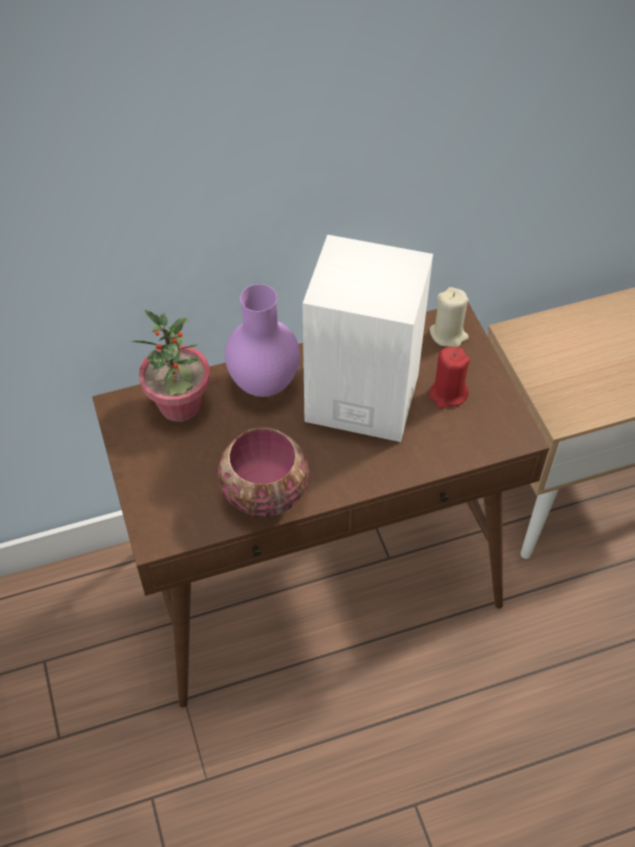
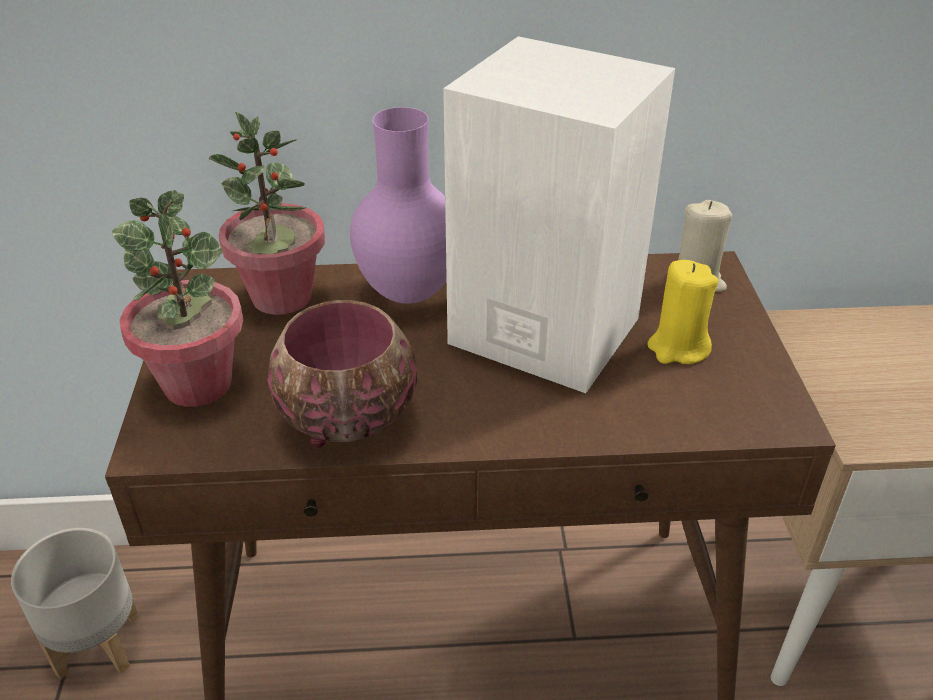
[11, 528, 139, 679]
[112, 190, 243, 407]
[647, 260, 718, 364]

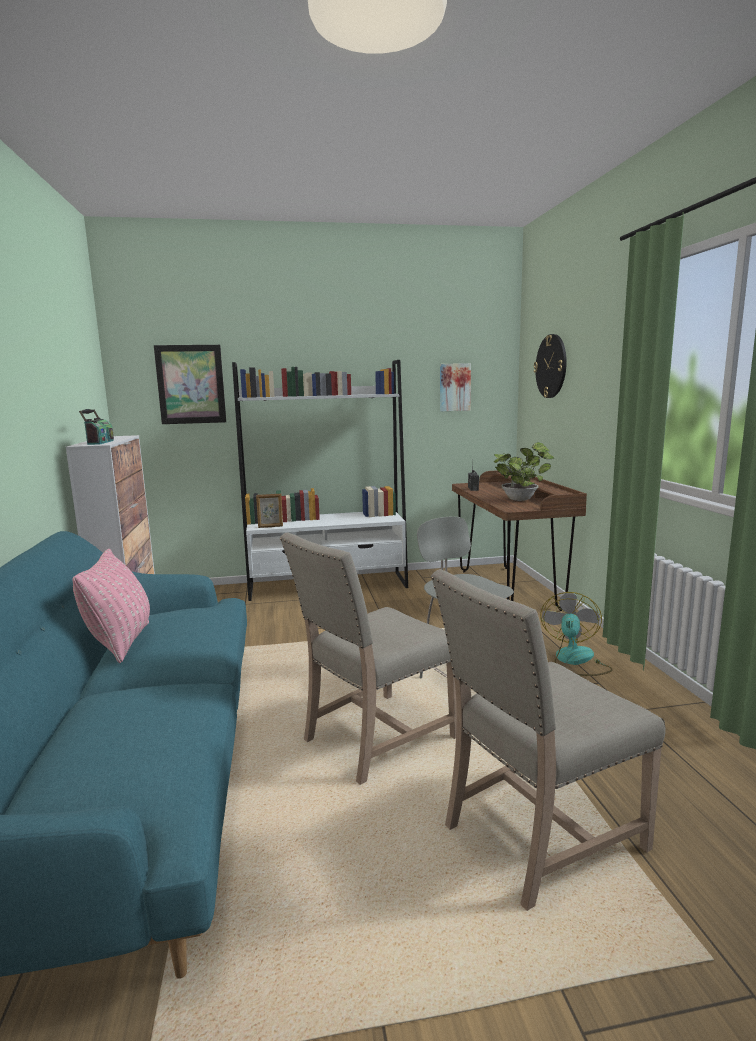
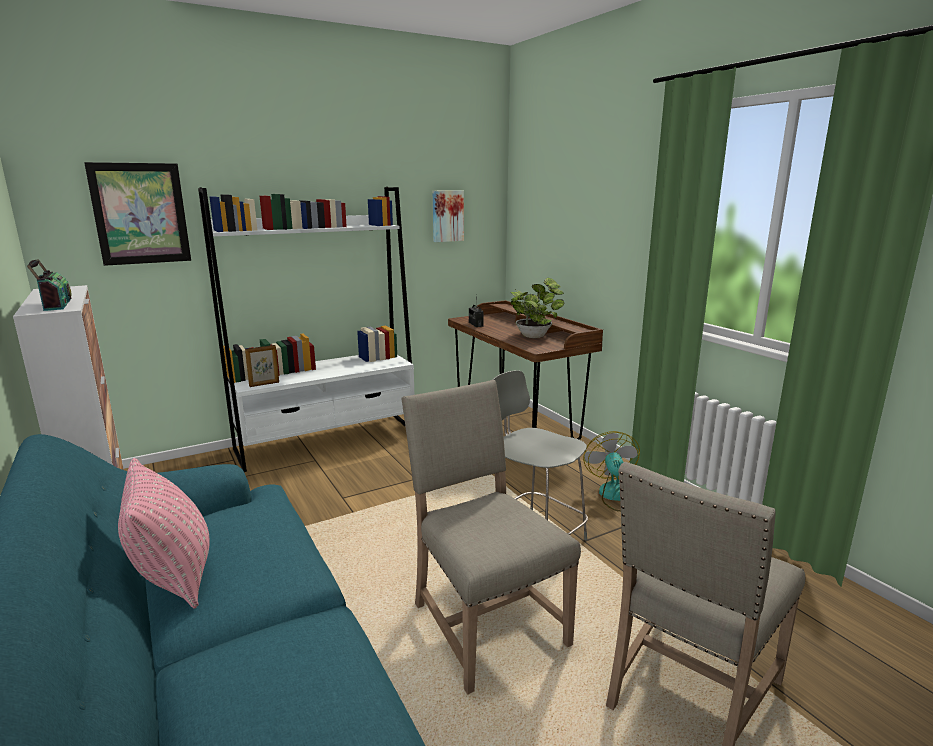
[534, 334, 567, 398] (first image)
[401, 380, 581, 694]

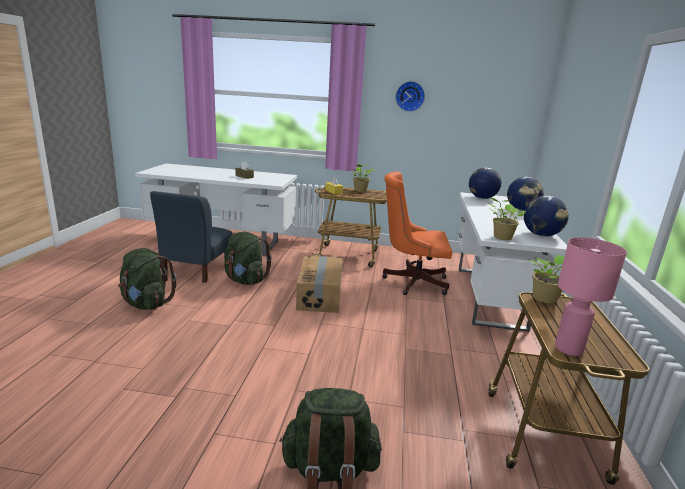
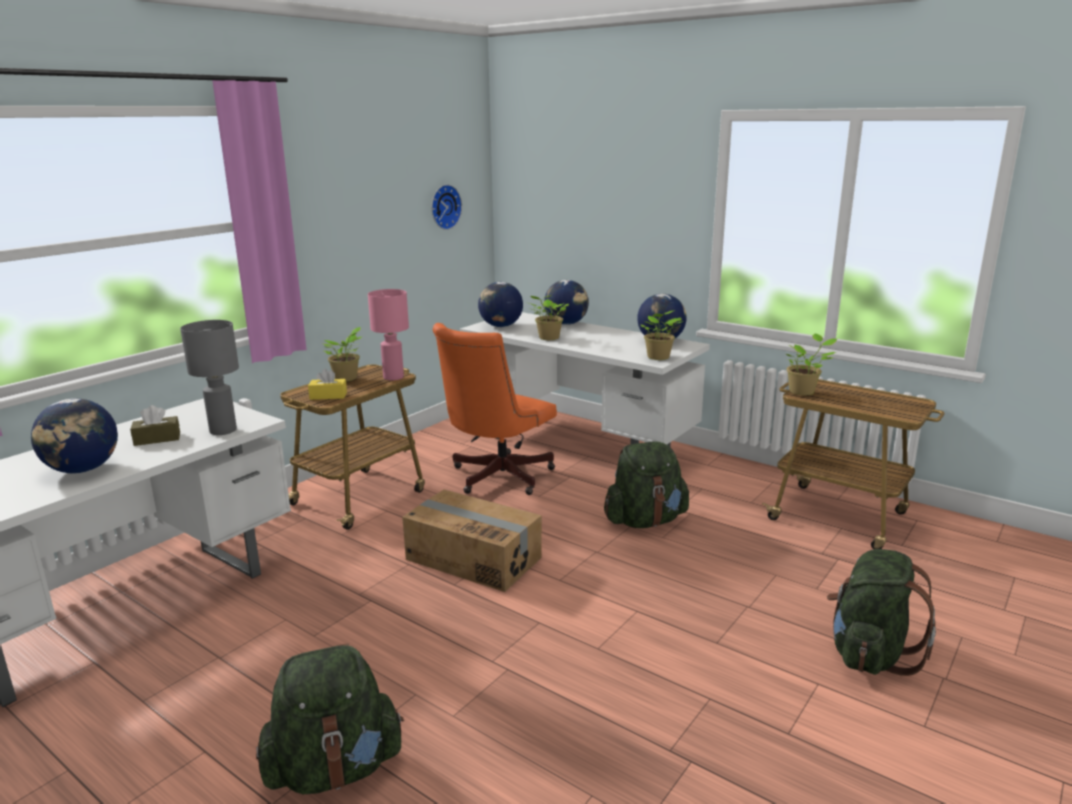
[150, 191, 232, 283] (first image)
[31, 398, 118, 473]
[180, 320, 239, 435]
[529, 295, 569, 340]
[604, 441, 689, 528]
[432, 184, 462, 230]
[368, 289, 409, 380]

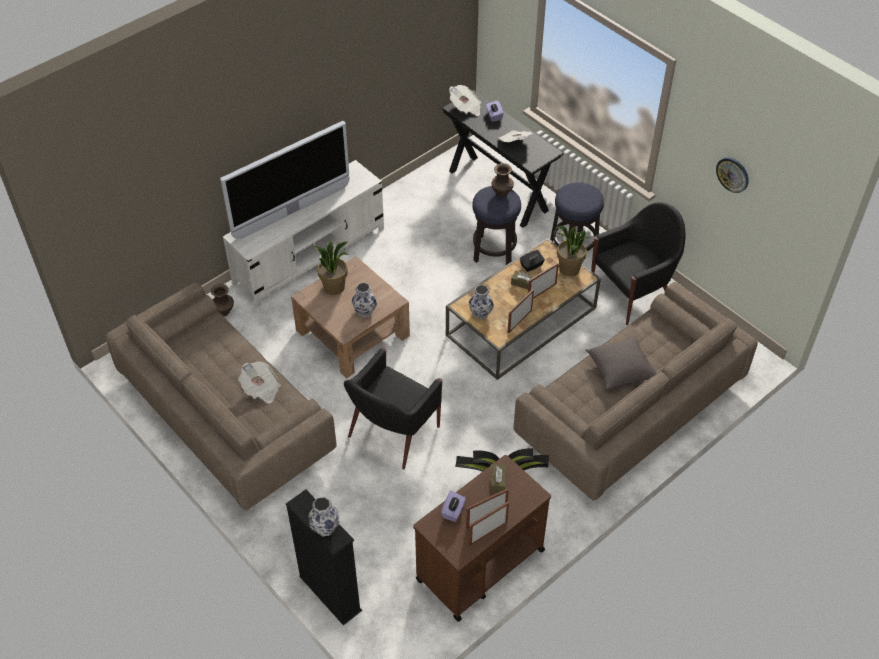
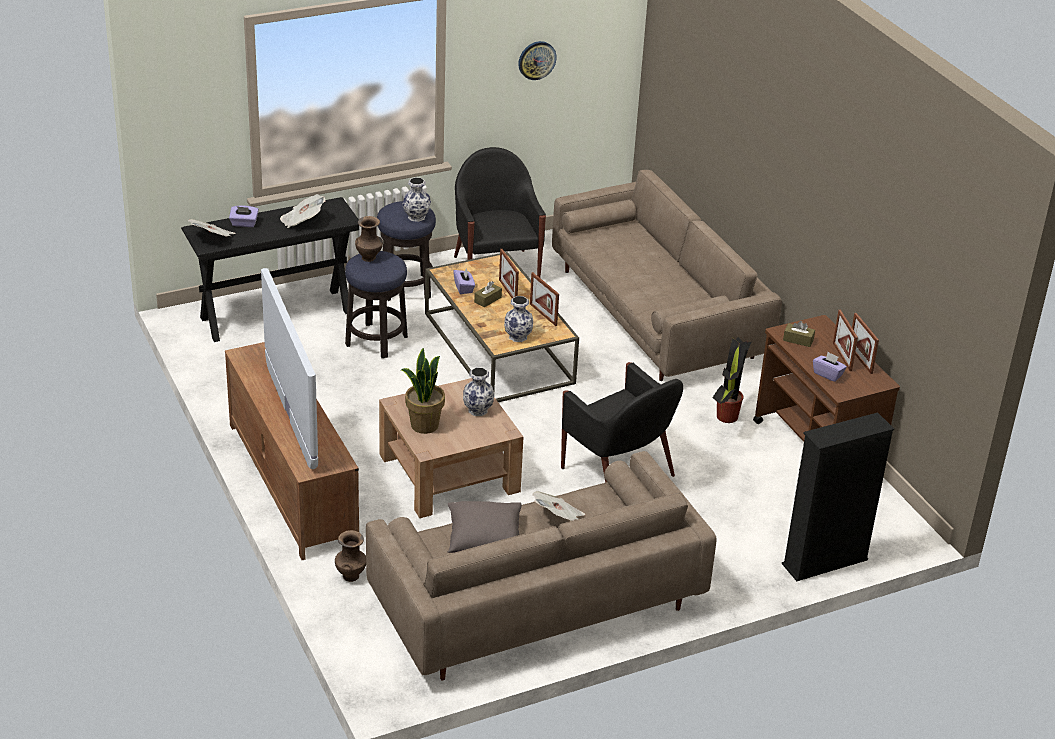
[557, 226, 591, 276] (first image)
[402, 177, 431, 222]
[448, 501, 522, 553]
[225, 342, 359, 560]
[453, 267, 475, 294]

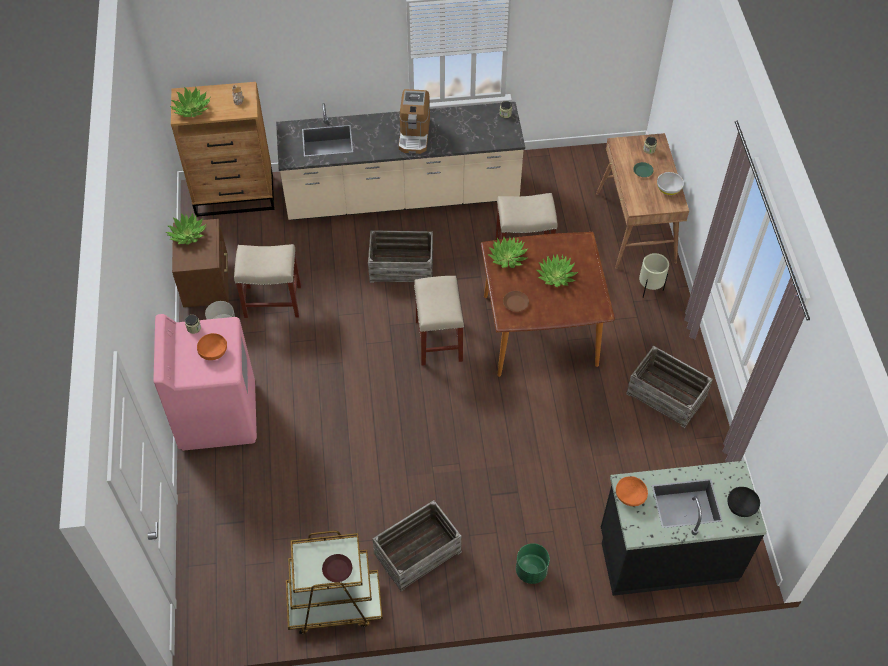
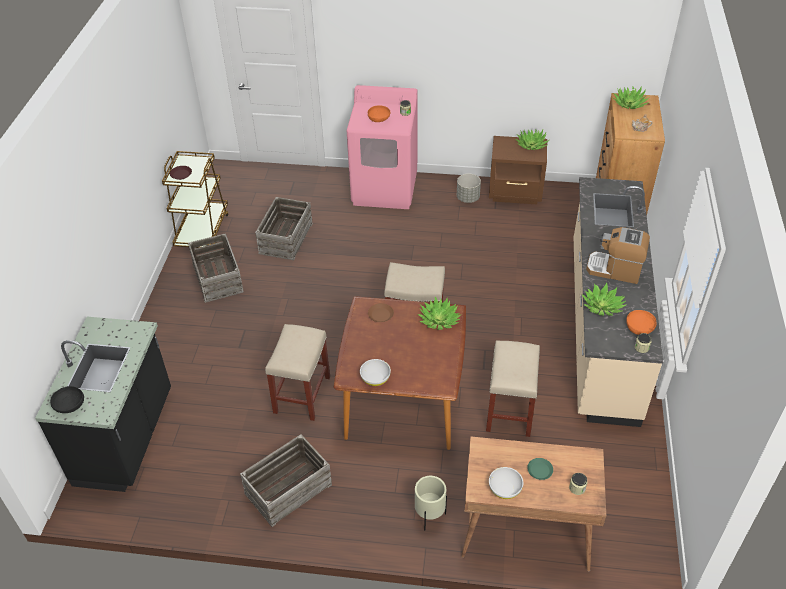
[516, 543, 550, 584] (first image)
[360, 359, 391, 386]
[265, 324, 330, 421]
[255, 197, 313, 260]
[583, 282, 627, 316]
[626, 310, 657, 335]

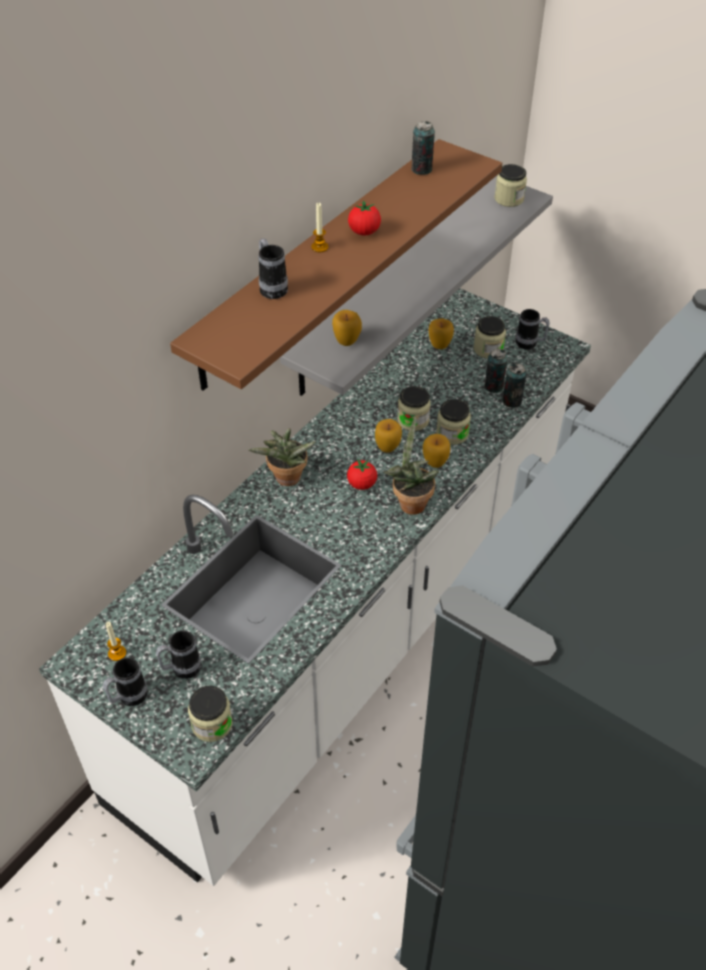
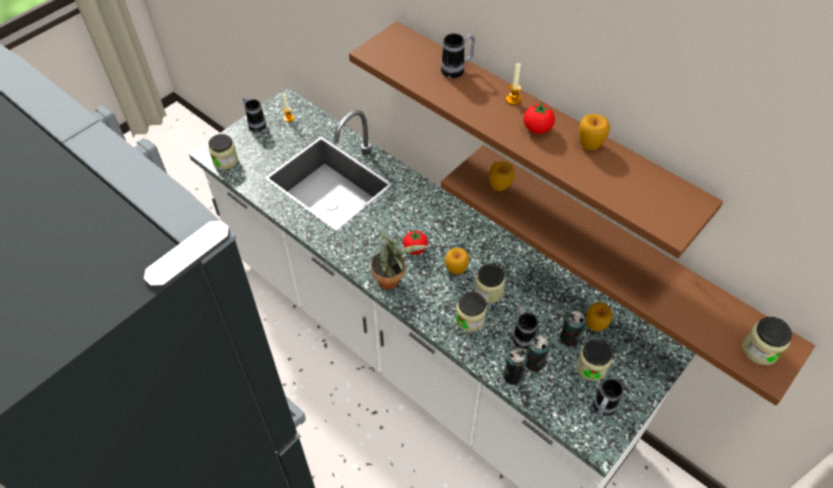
[248, 428, 316, 486] (first image)
[513, 305, 538, 349]
[560, 310, 585, 347]
[579, 114, 610, 150]
[441, 145, 815, 406]

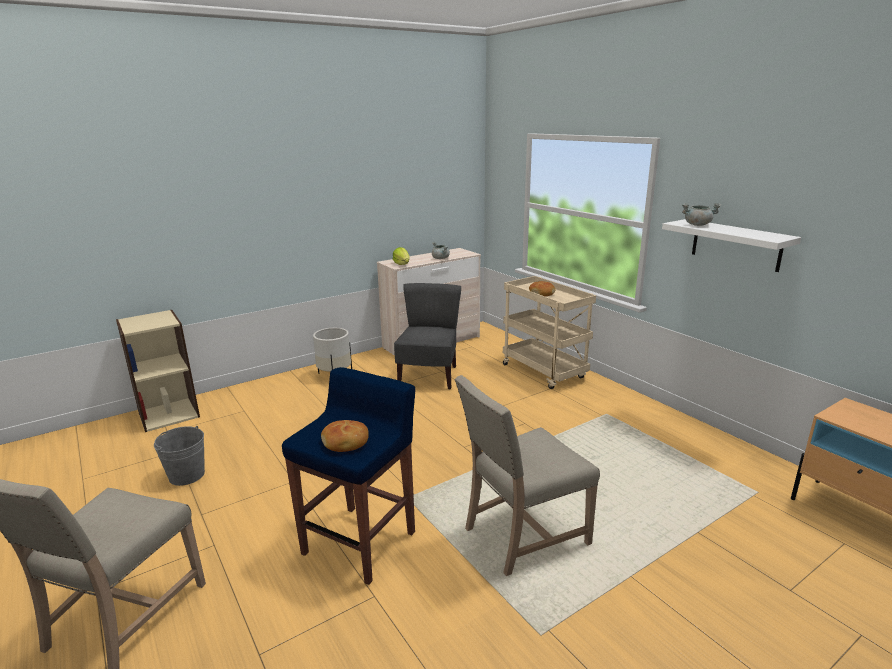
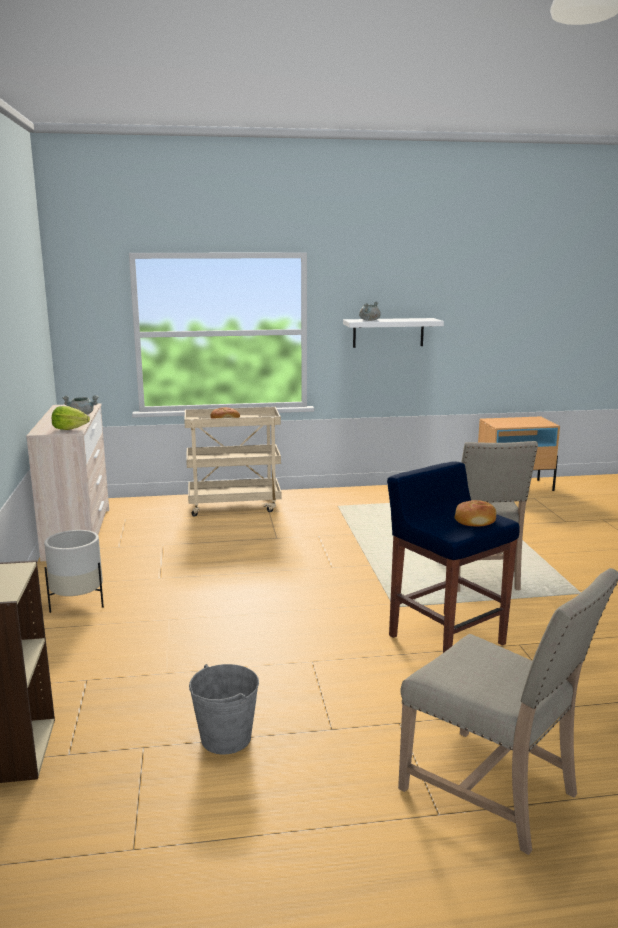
[394, 283, 461, 390] (first image)

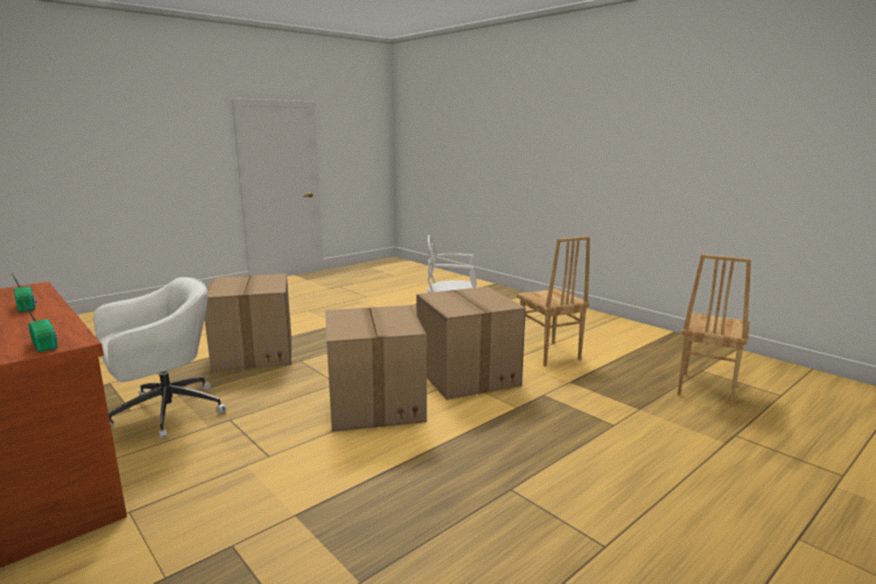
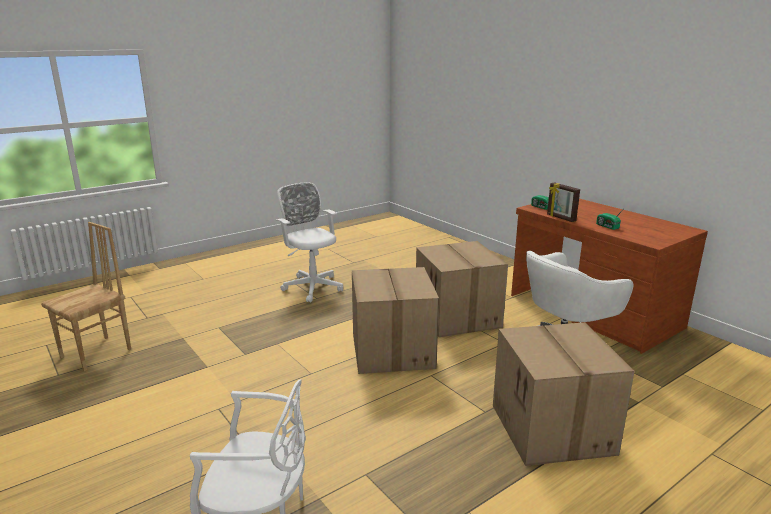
[517, 236, 590, 366] (first image)
[276, 182, 343, 303]
[547, 182, 580, 222]
[416, 241, 508, 337]

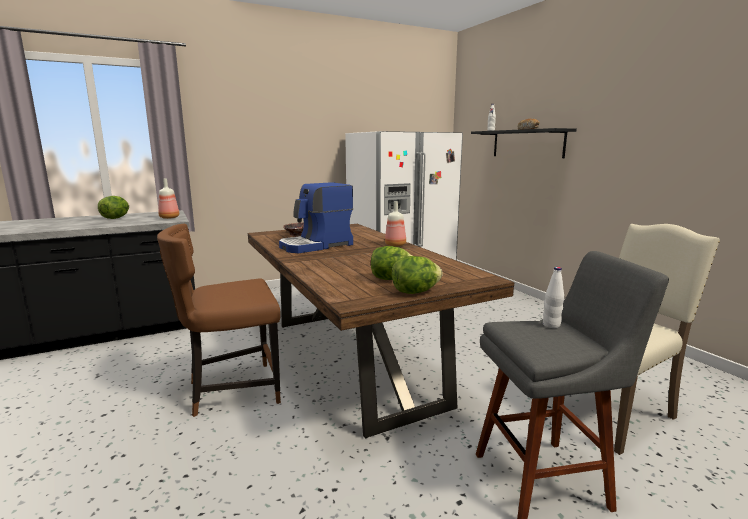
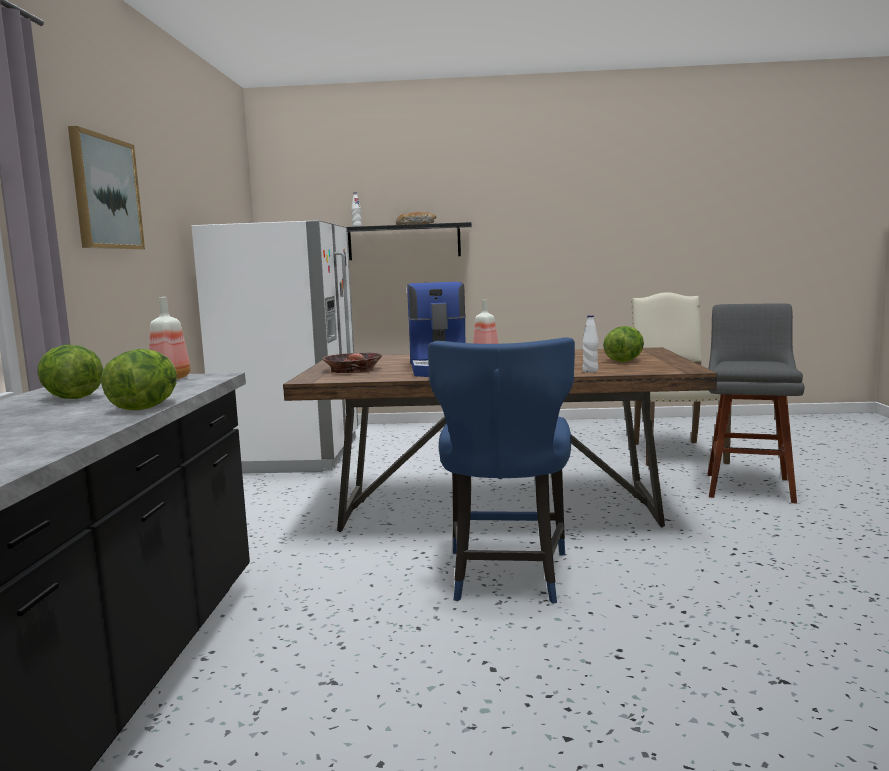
[68, 126, 145, 250]
[101, 349, 177, 410]
[582, 315, 598, 373]
[428, 337, 575, 604]

